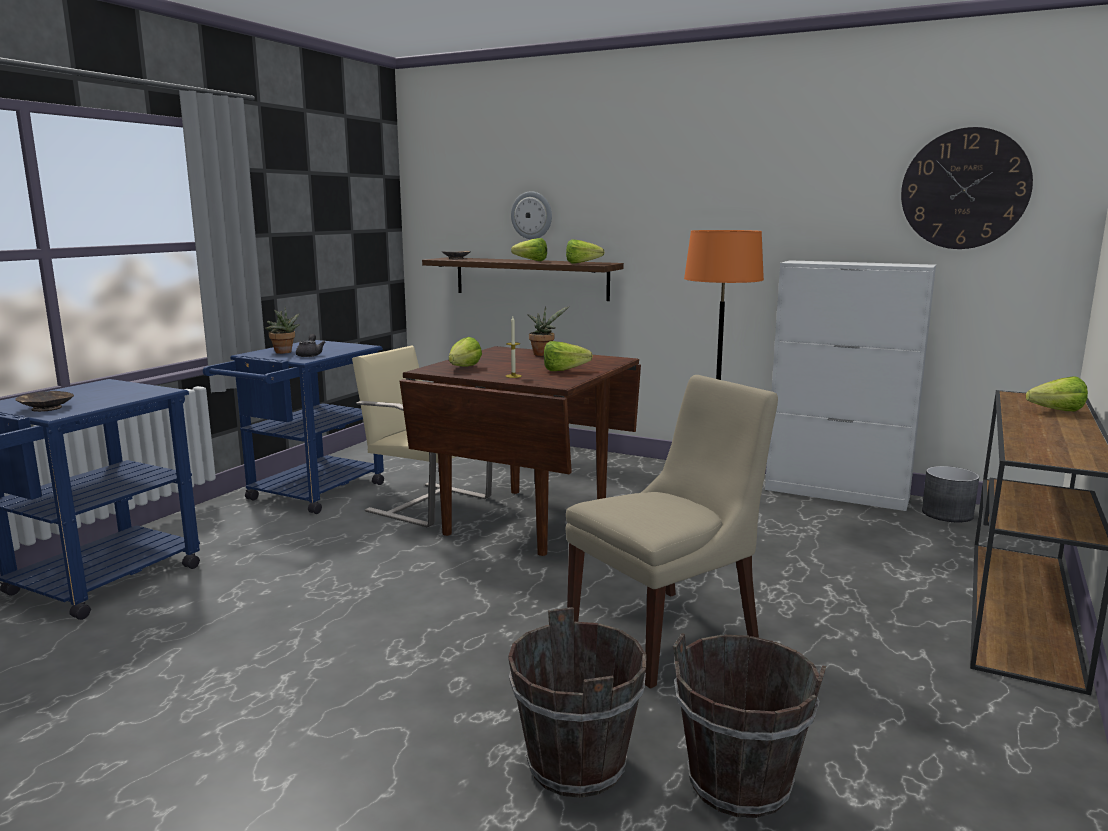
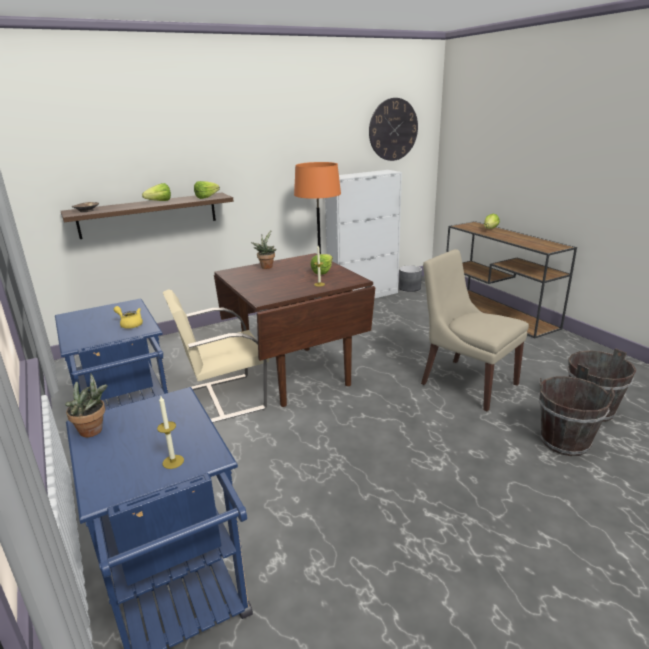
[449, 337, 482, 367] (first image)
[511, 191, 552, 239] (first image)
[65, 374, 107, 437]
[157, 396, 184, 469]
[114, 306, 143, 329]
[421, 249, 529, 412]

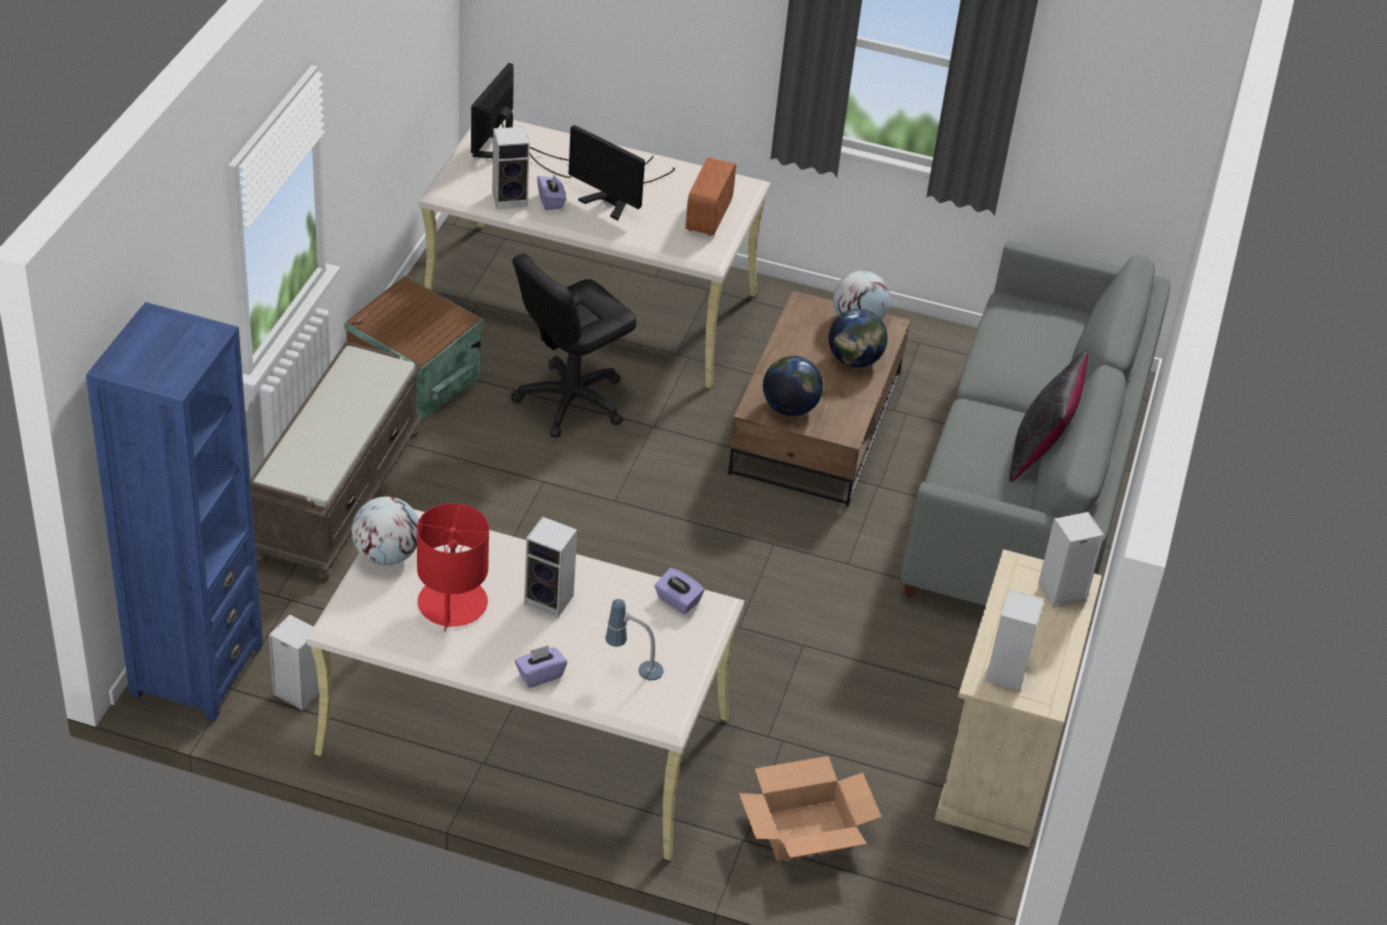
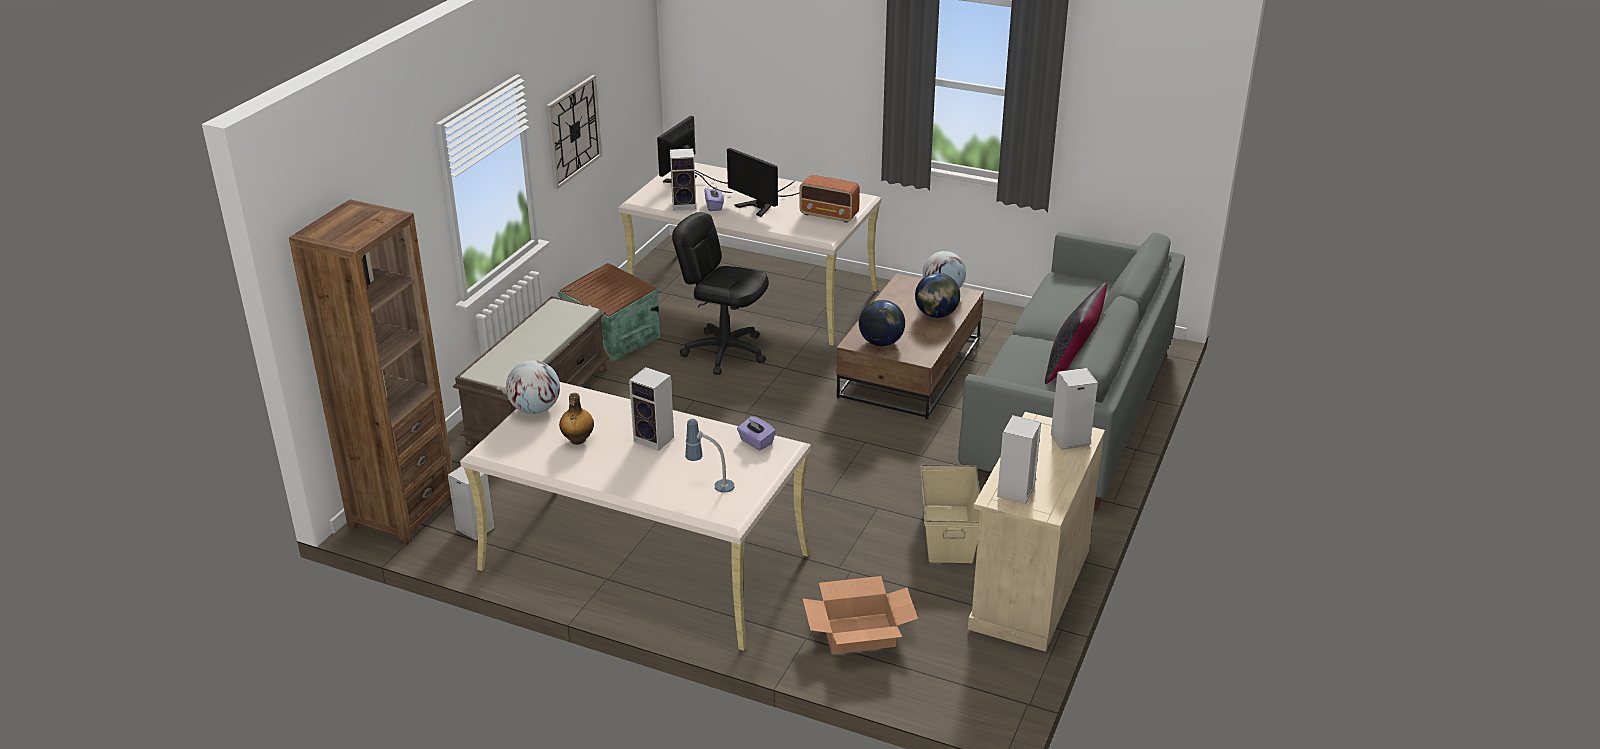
[515, 645, 567, 688] (first image)
[546, 75, 602, 189]
[920, 464, 980, 563]
[559, 393, 594, 445]
[289, 199, 453, 546]
[672, 212, 769, 375]
[799, 175, 860, 223]

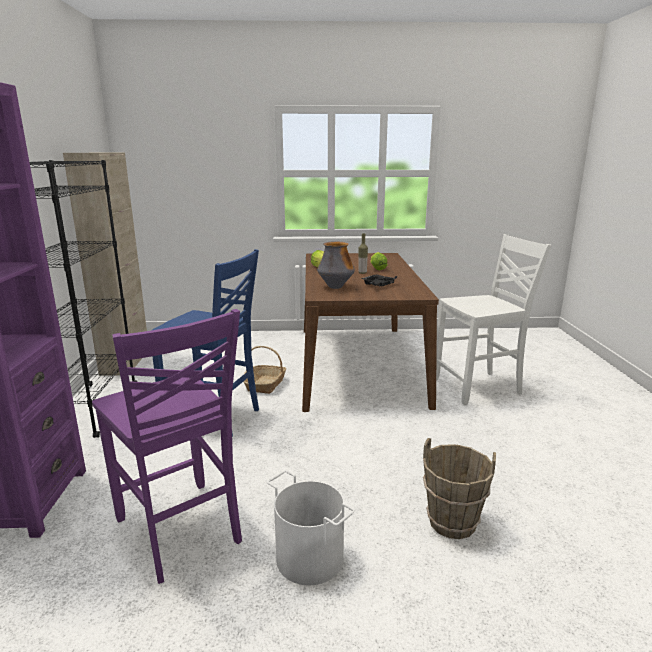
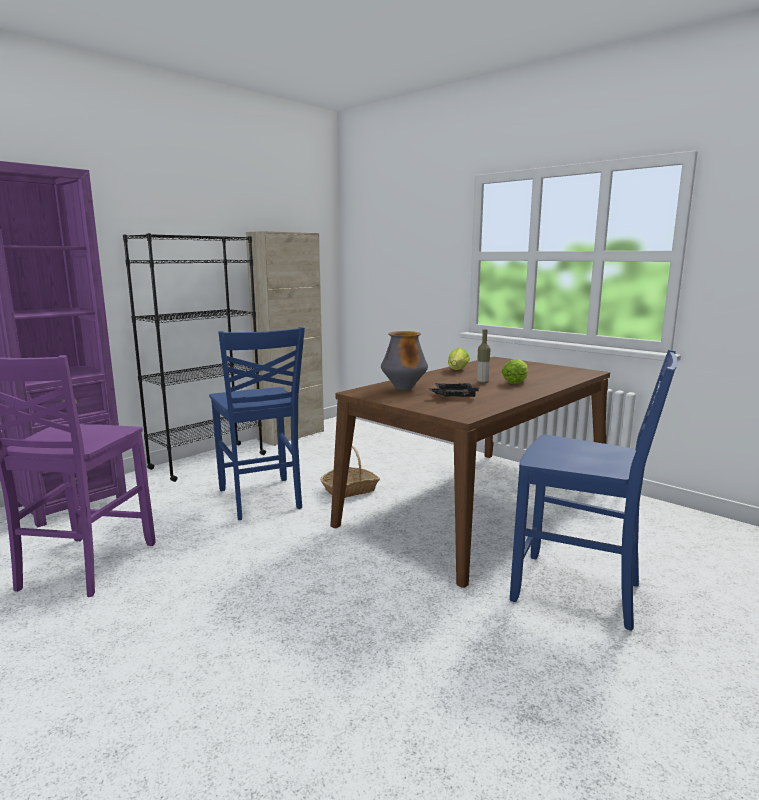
[267, 470, 355, 585] (first image)
[423, 438, 496, 539] (first image)
[510, 350, 678, 631]

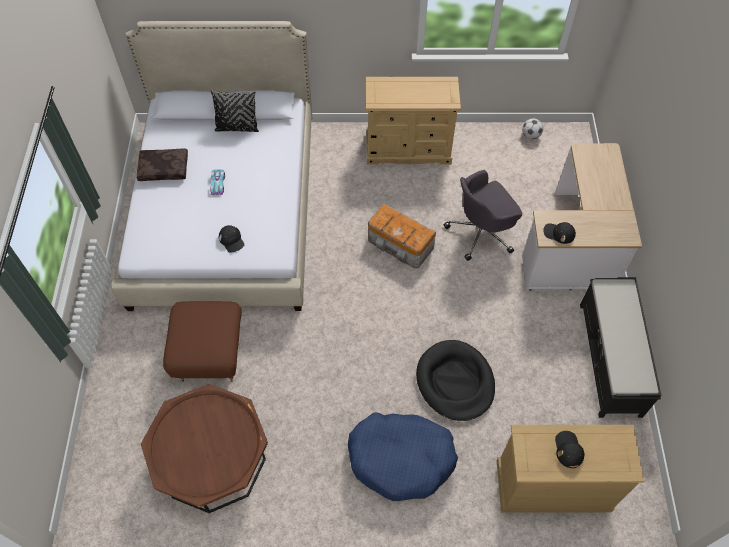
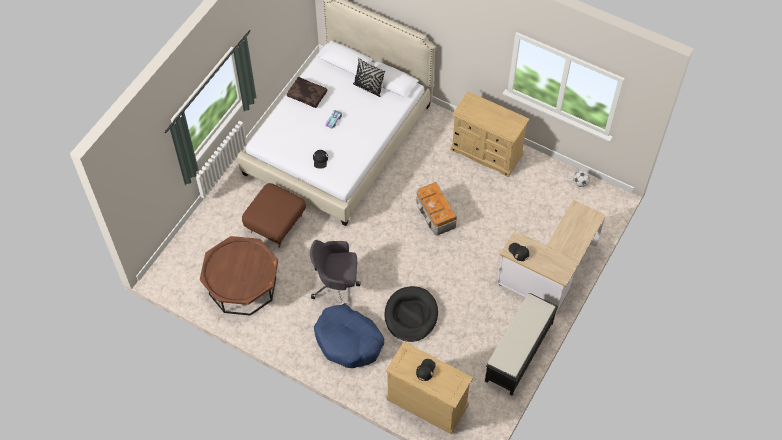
[310, 240, 361, 305]

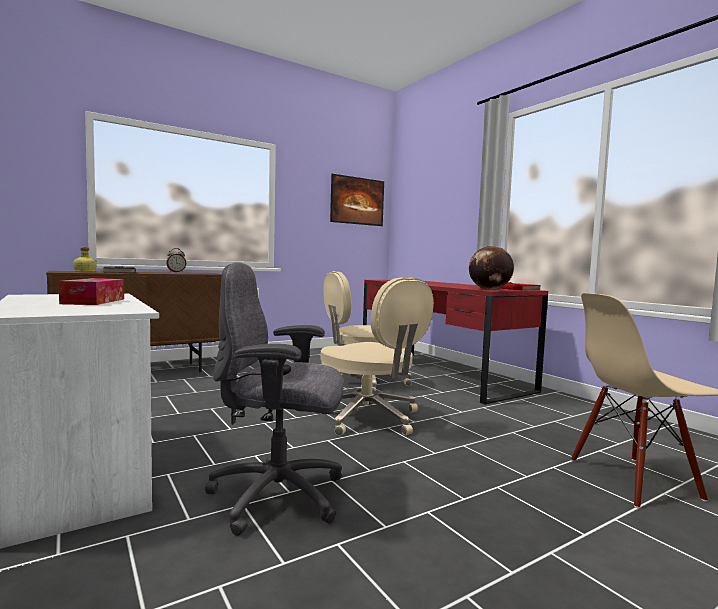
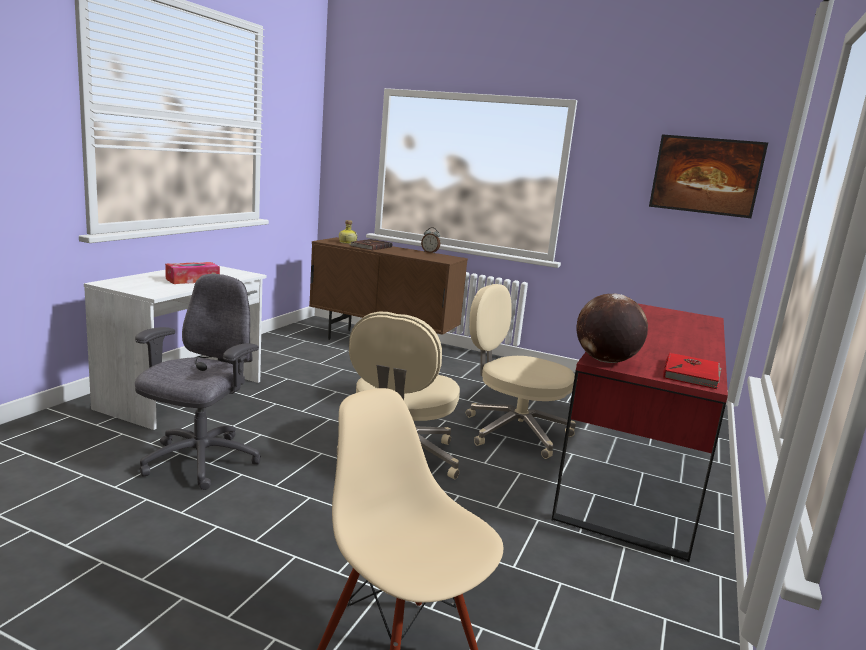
[135, 274, 261, 490]

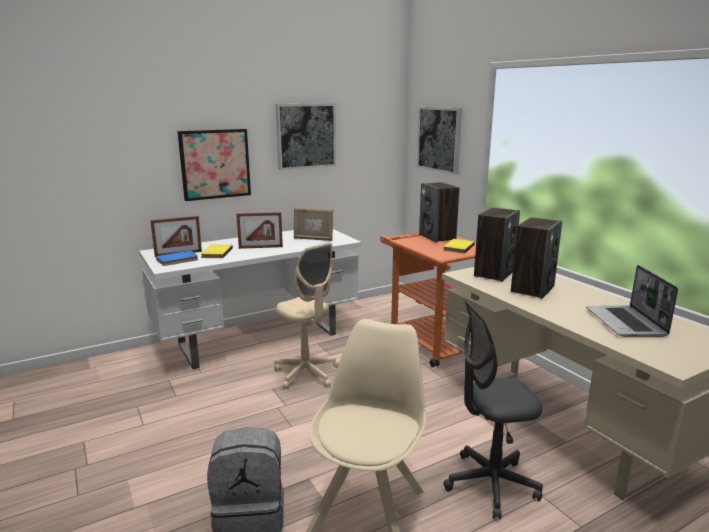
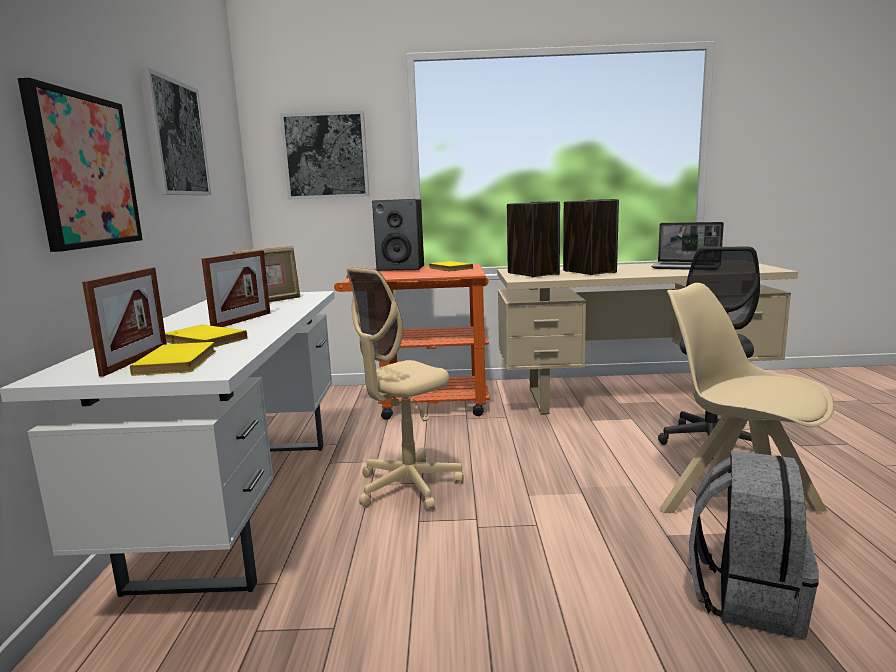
[130, 342, 215, 376]
[346, 267, 464, 511]

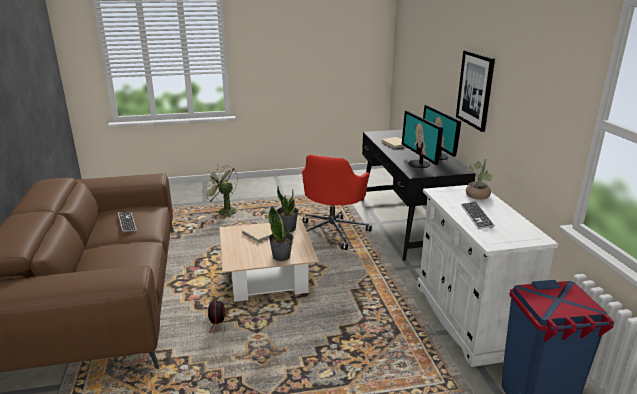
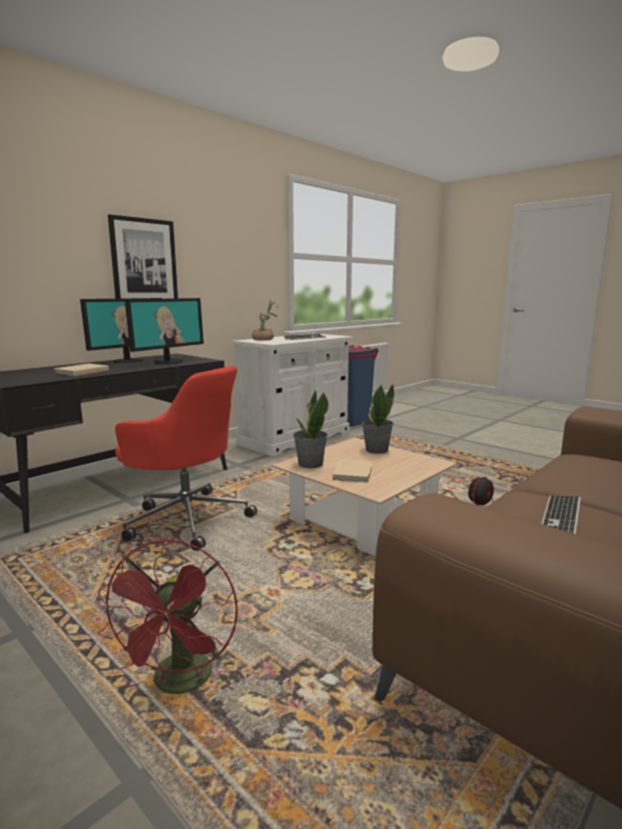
[98, 539, 238, 694]
[115, 366, 257, 551]

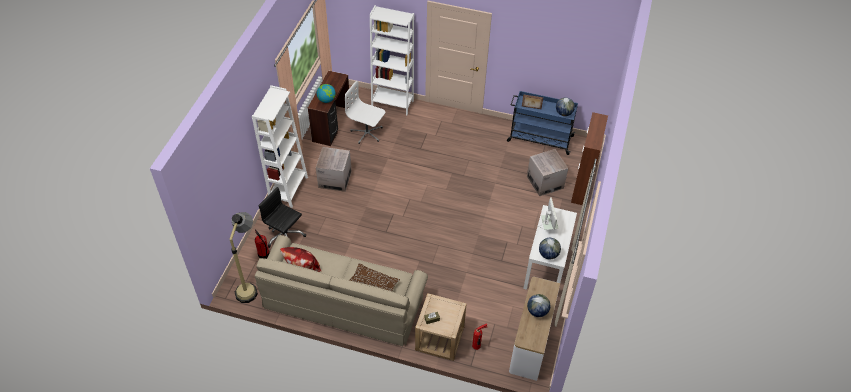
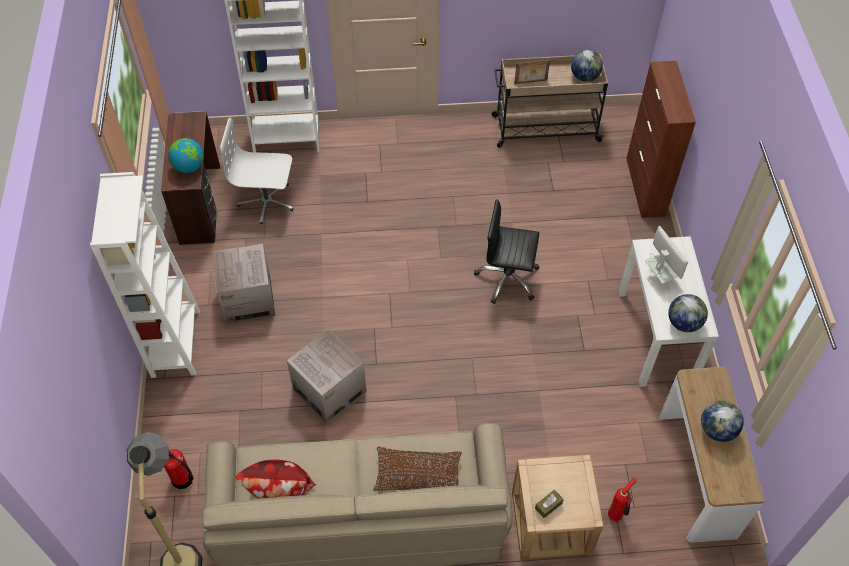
[474, 199, 539, 304]
[287, 329, 367, 424]
[492, 54, 608, 148]

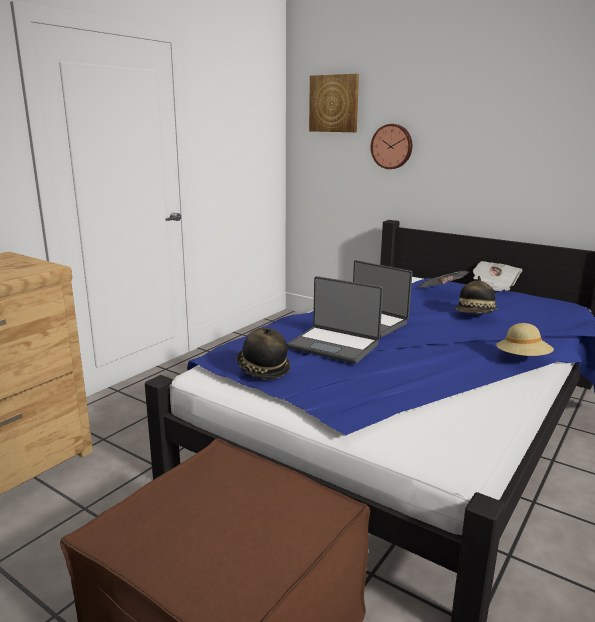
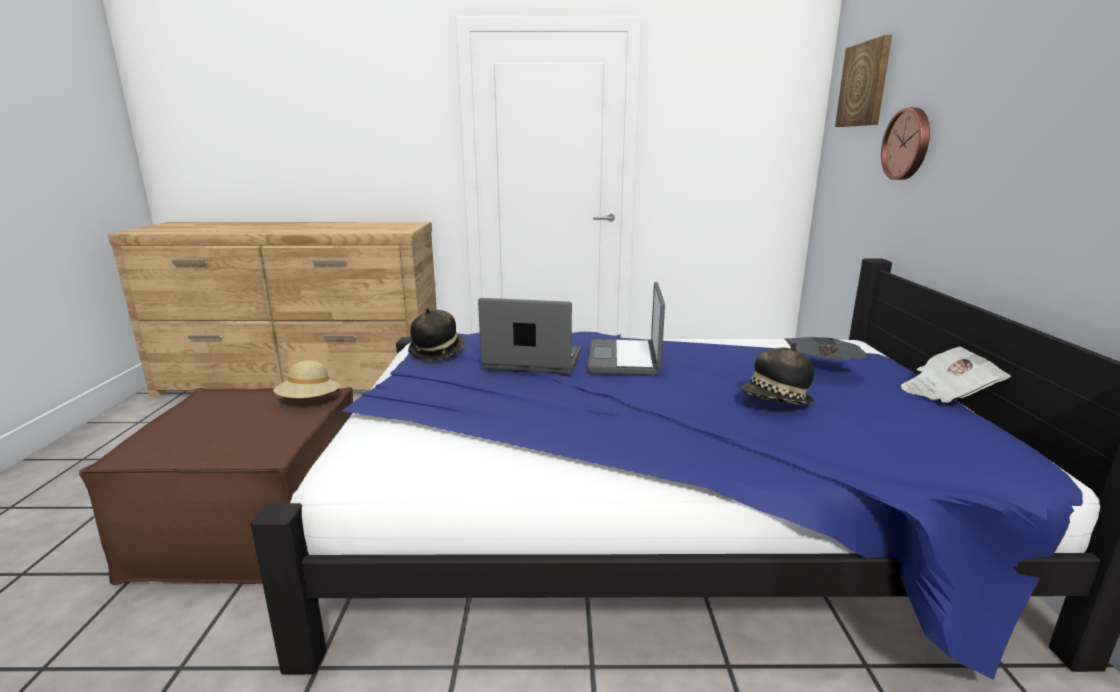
[273, 360, 340, 398]
[478, 298, 581, 374]

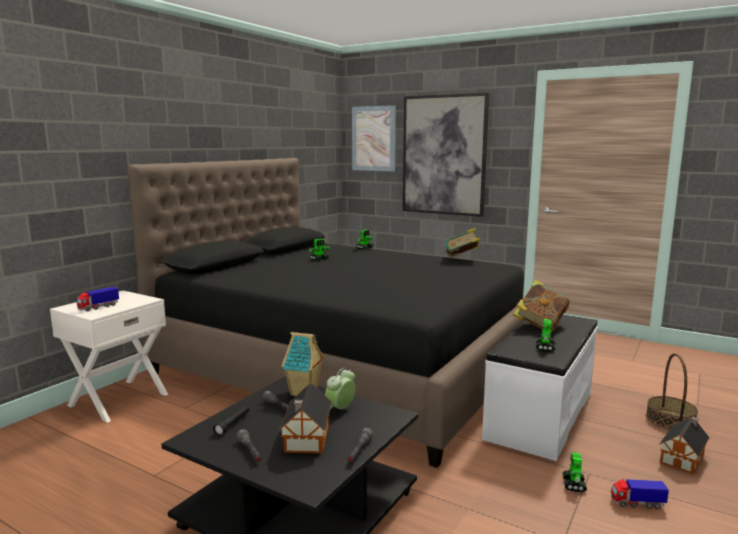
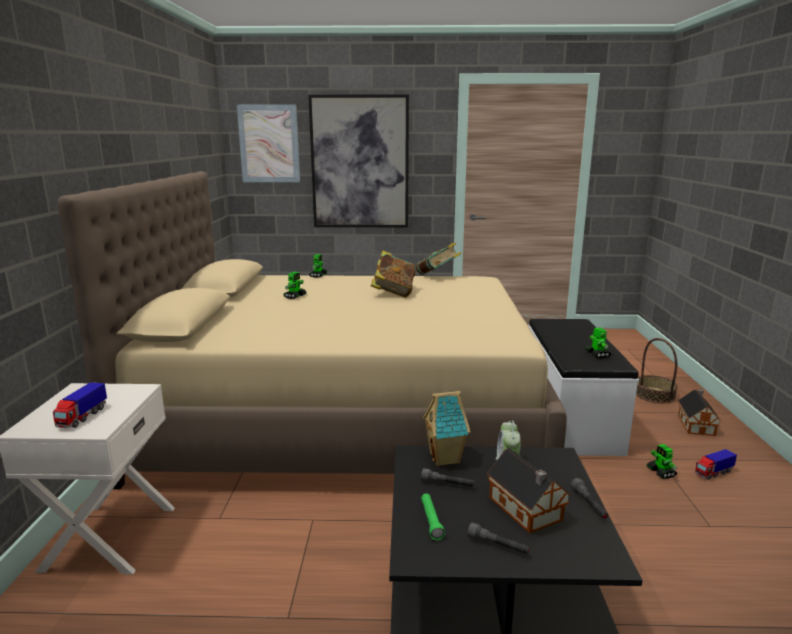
[371, 251, 416, 297]
[58, 171, 567, 489]
[421, 494, 445, 540]

